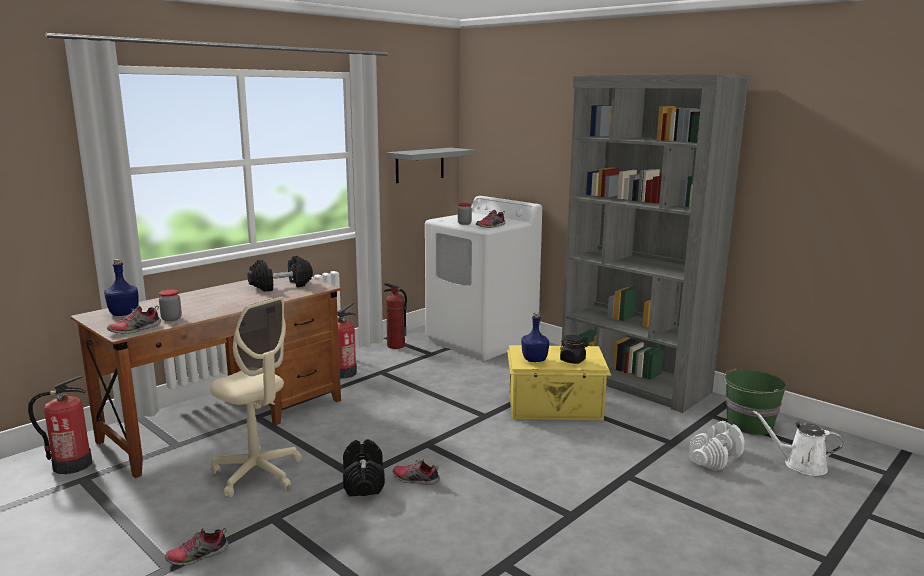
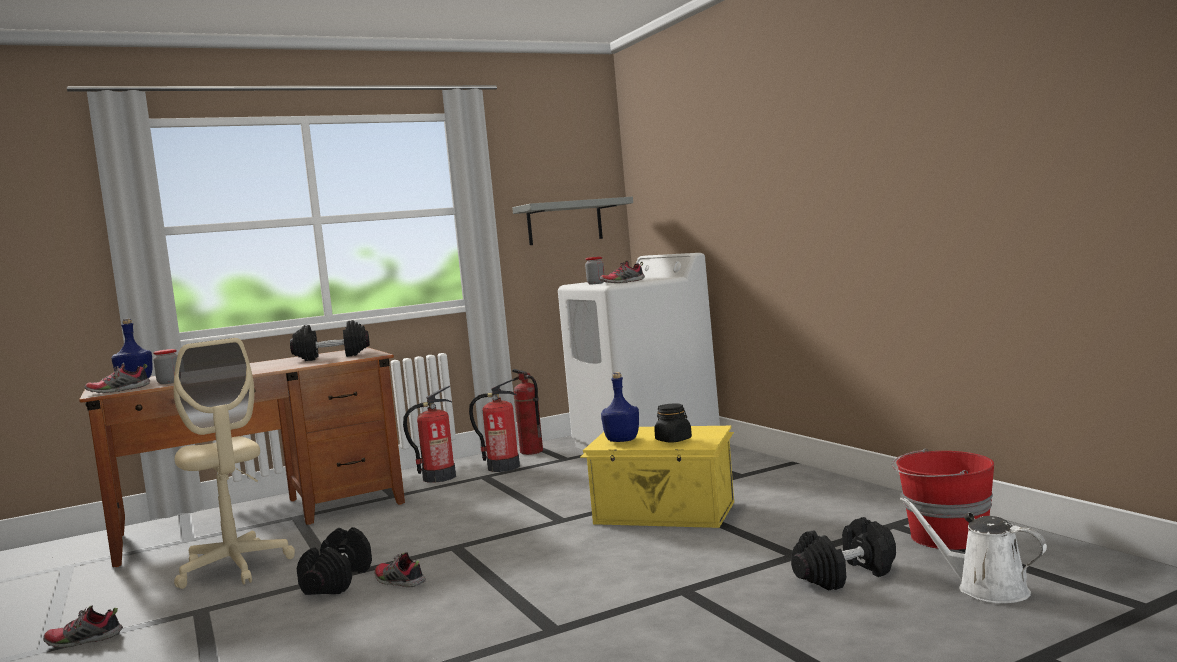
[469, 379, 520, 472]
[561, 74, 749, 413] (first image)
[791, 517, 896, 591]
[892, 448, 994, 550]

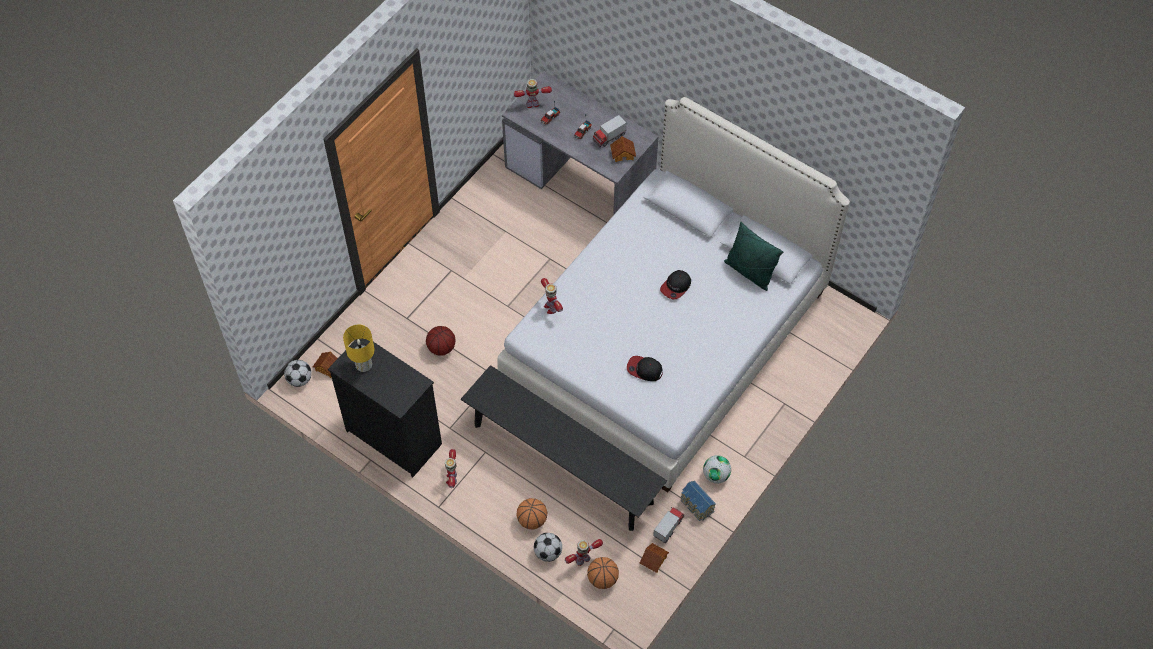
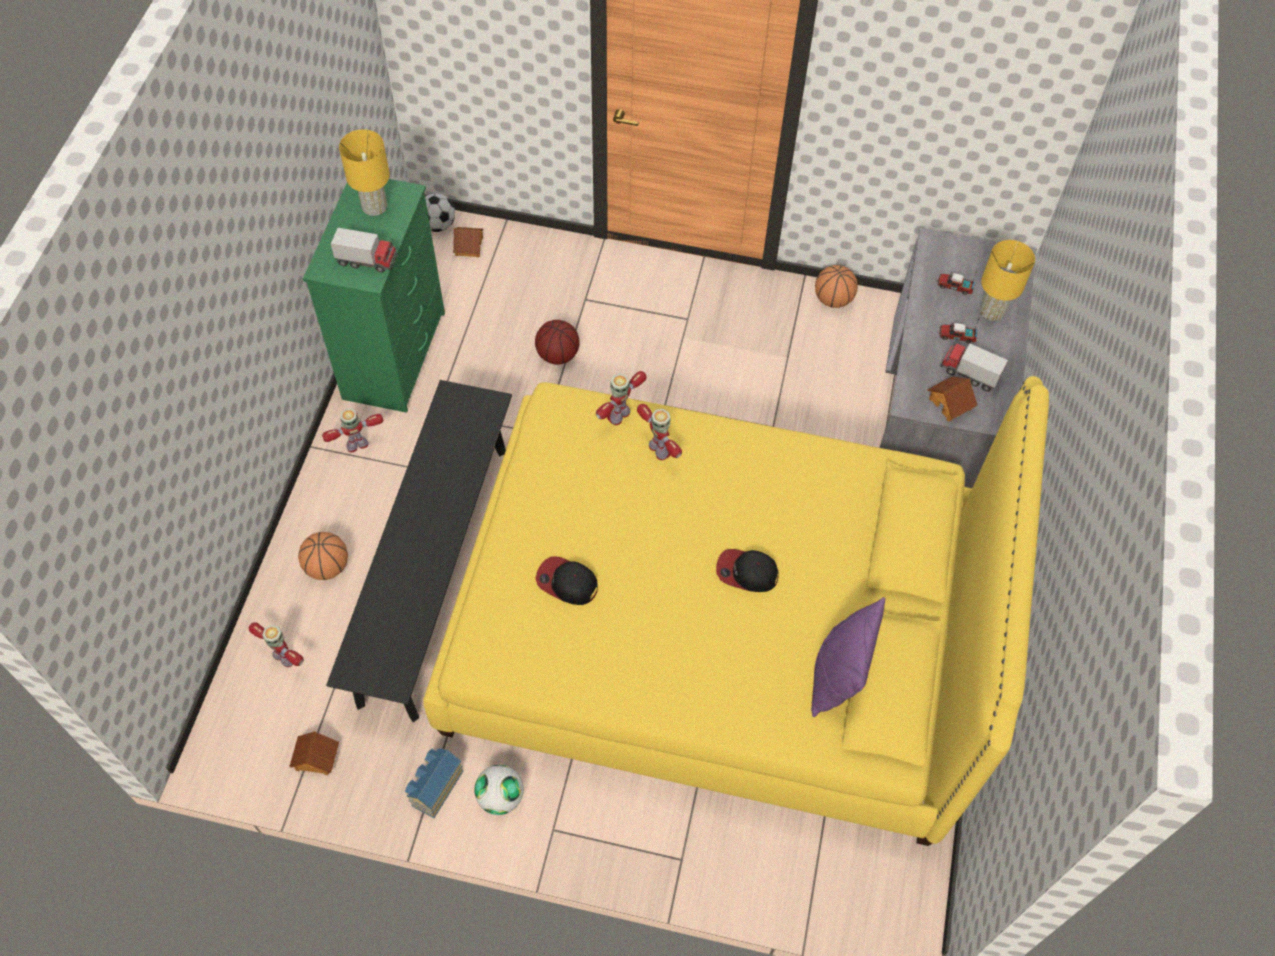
[303, 179, 445, 413]
[423, 376, 1049, 846]
[637, 404, 682, 460]
[534, 533, 562, 562] (first image)
[815, 265, 858, 308]
[535, 556, 598, 605]
[331, 228, 398, 273]
[811, 597, 885, 717]
[980, 240, 1035, 321]

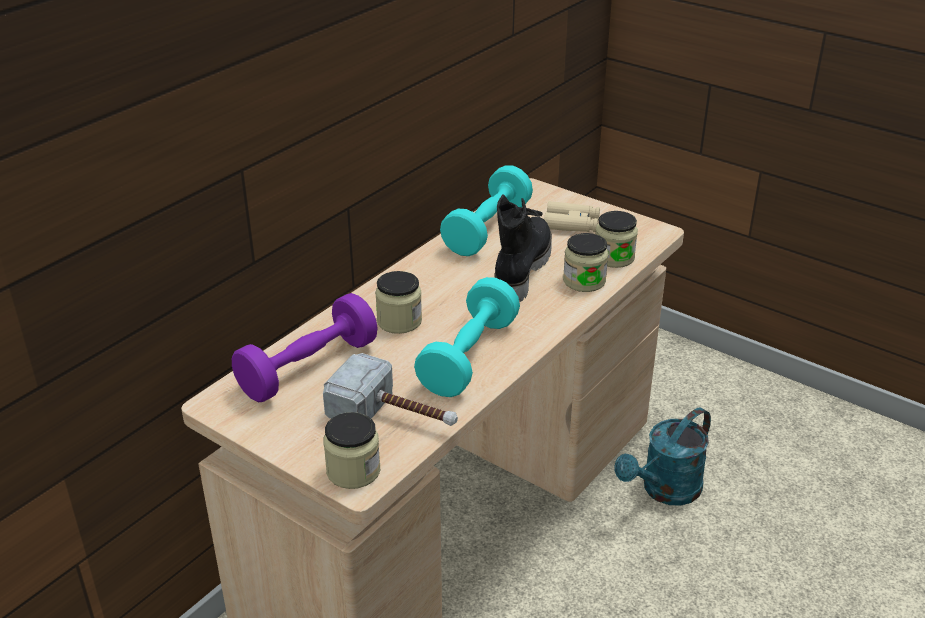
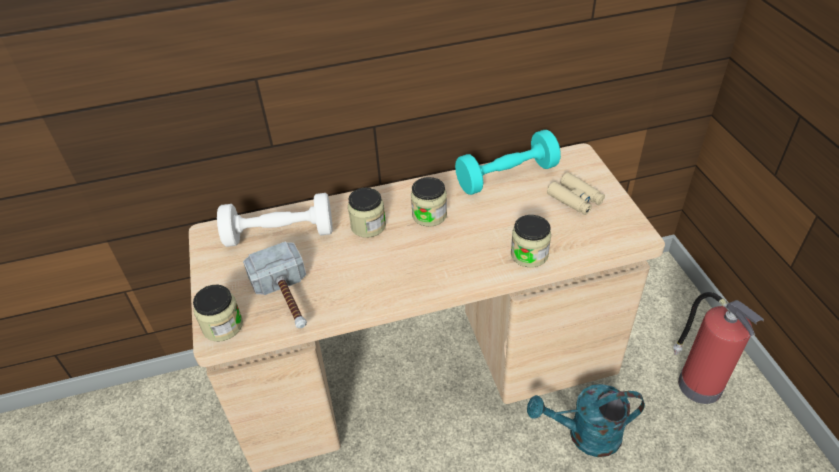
[217, 193, 333, 247]
[414, 277, 520, 397] (first image)
[494, 194, 552, 302] (first image)
[411, 177, 447, 227]
[673, 292, 764, 404]

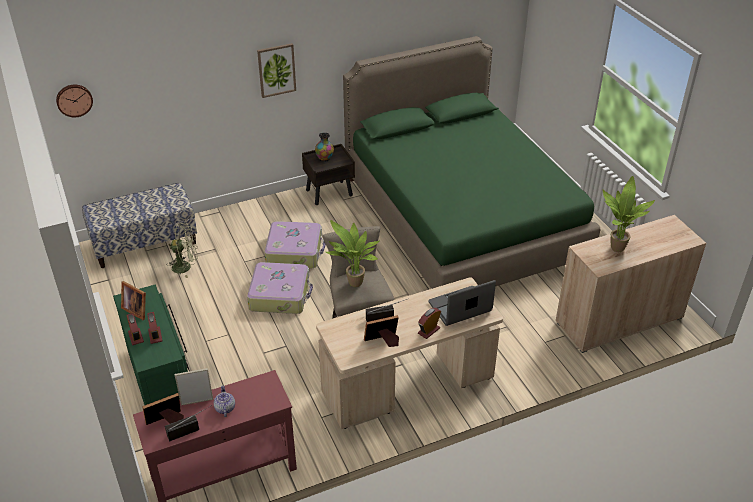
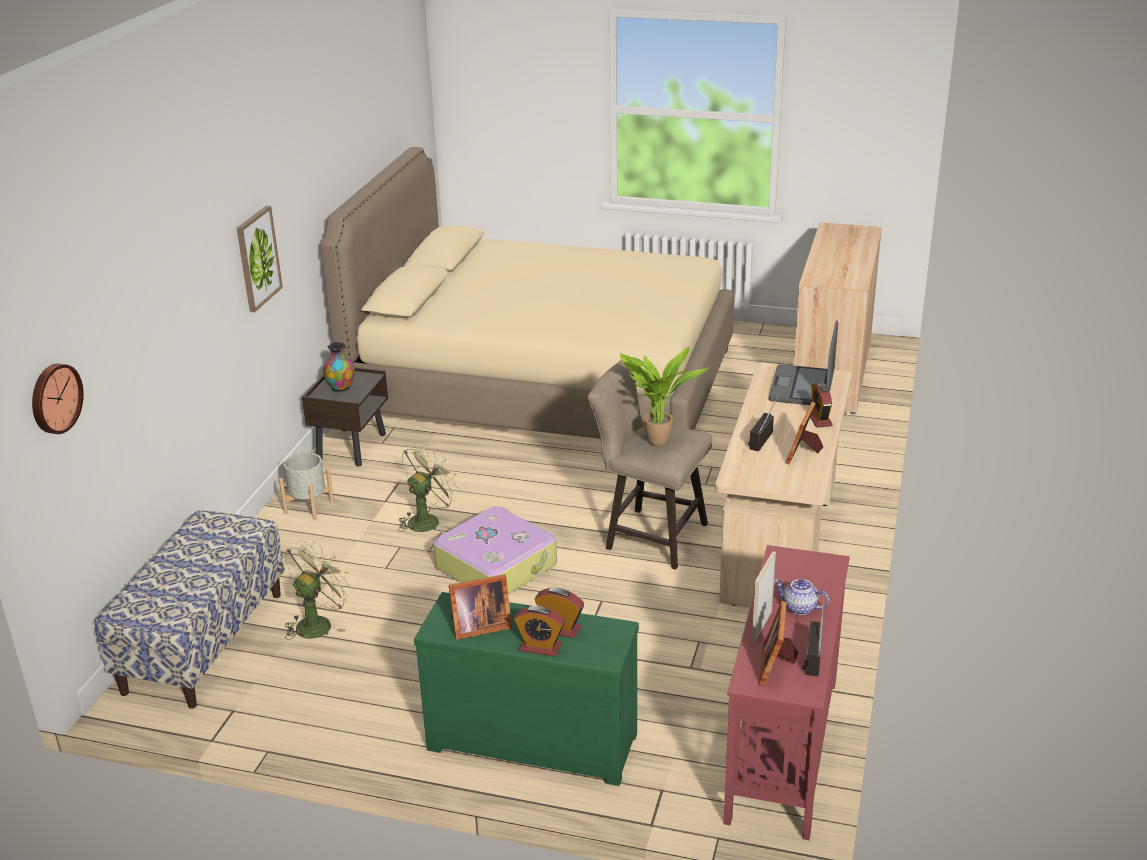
[398, 443, 460, 532]
[320, 147, 734, 439]
[602, 176, 655, 252] (first image)
[279, 452, 334, 520]

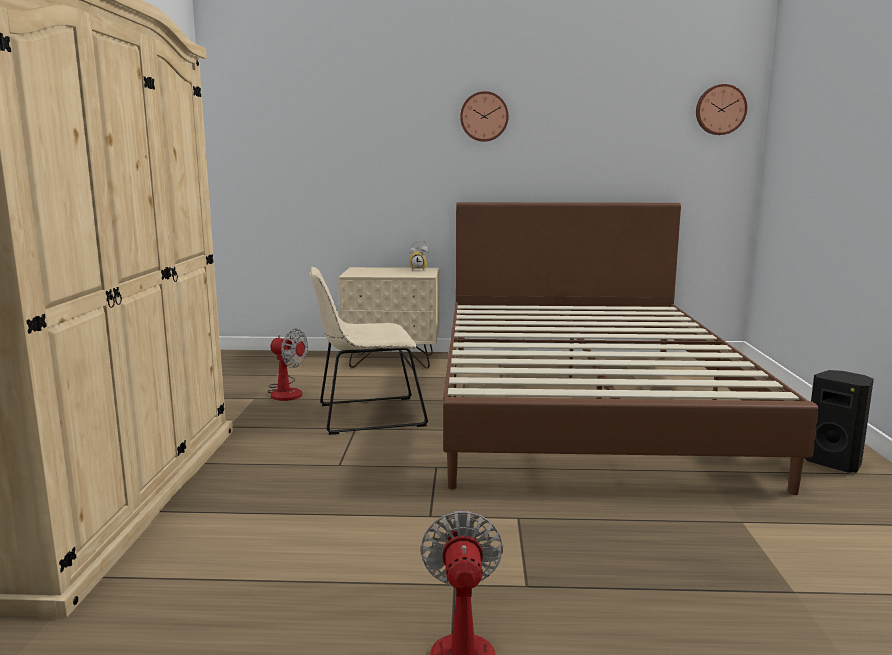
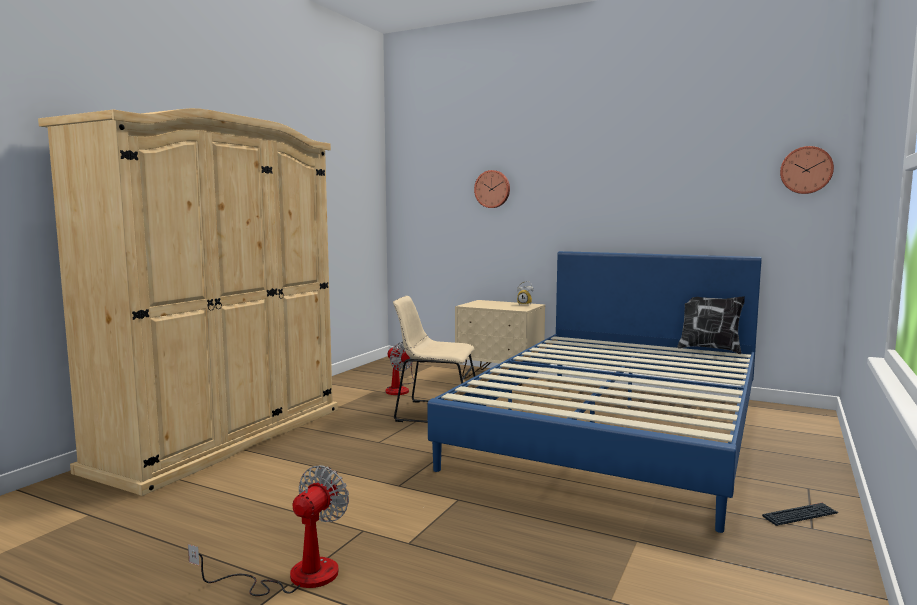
[427, 251, 762, 533]
[474, 170, 510, 208]
[762, 503, 839, 526]
[677, 296, 745, 354]

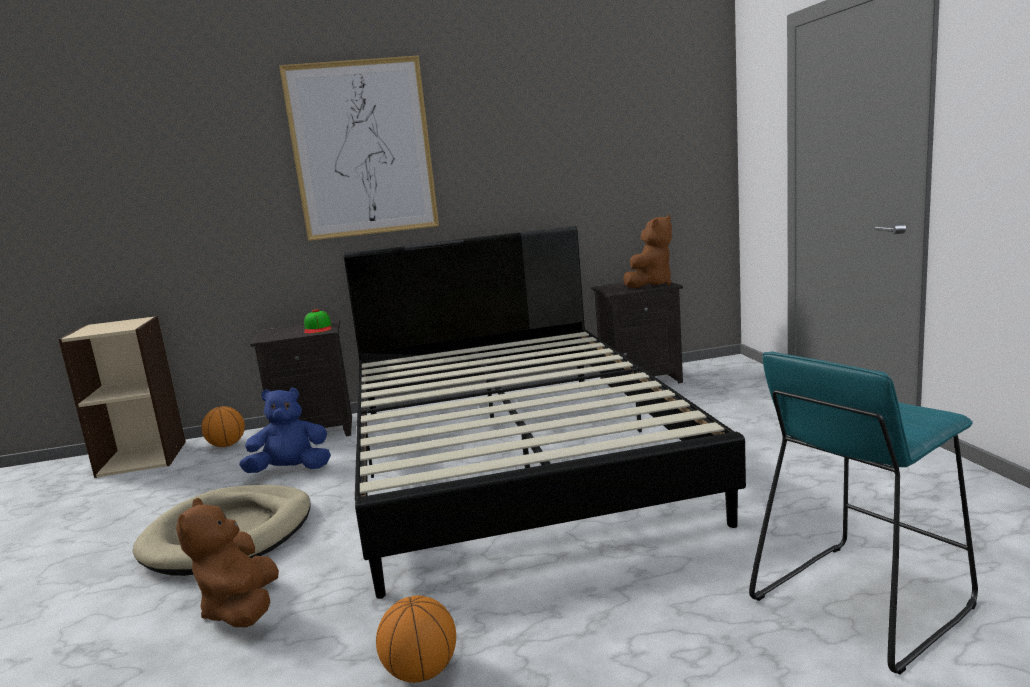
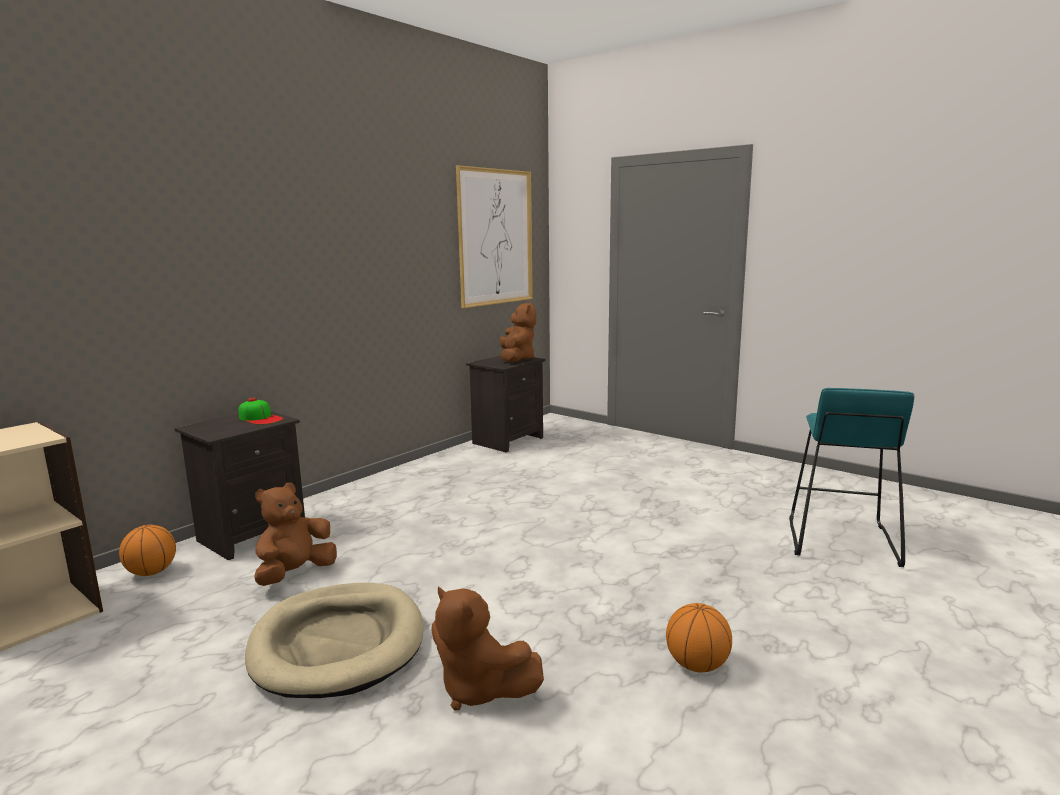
[254, 483, 337, 586]
[456, 165, 533, 308]
[343, 226, 746, 599] (first image)

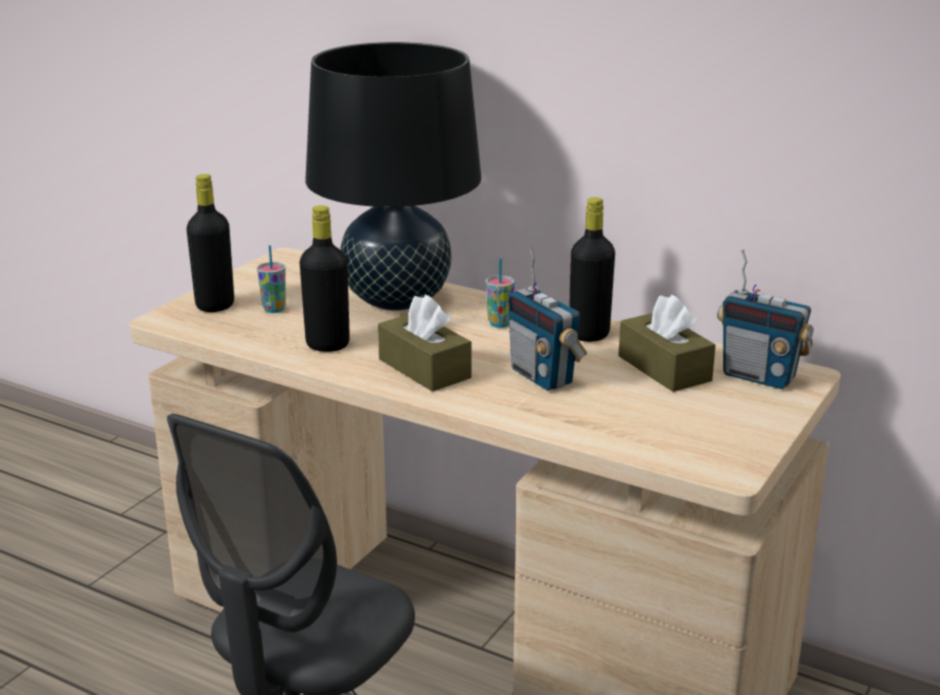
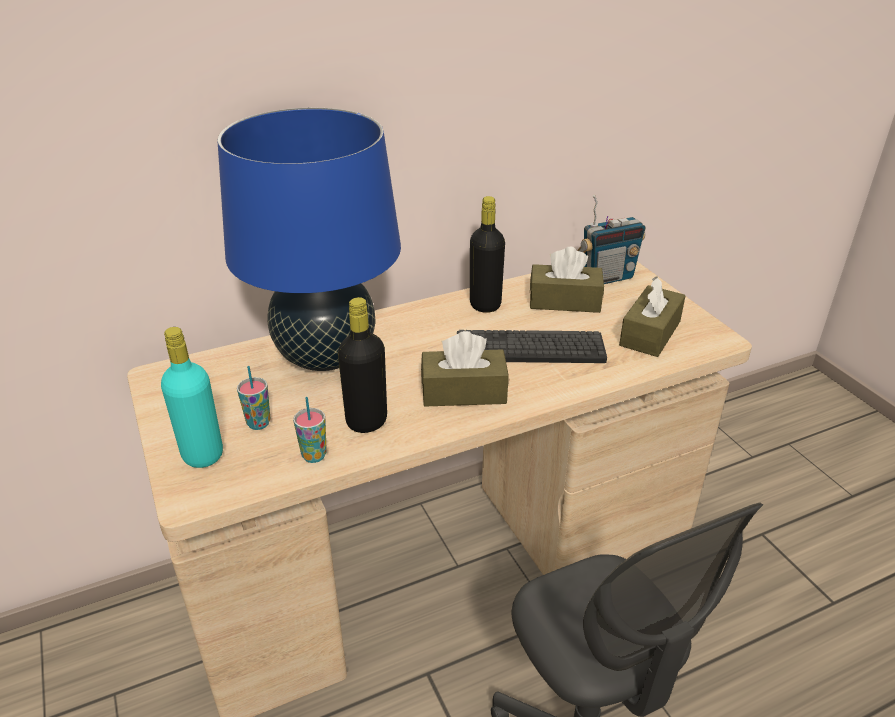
[161, 327, 223, 468]
[218, 108, 401, 371]
[293, 397, 327, 463]
[457, 330, 607, 363]
[619, 276, 686, 357]

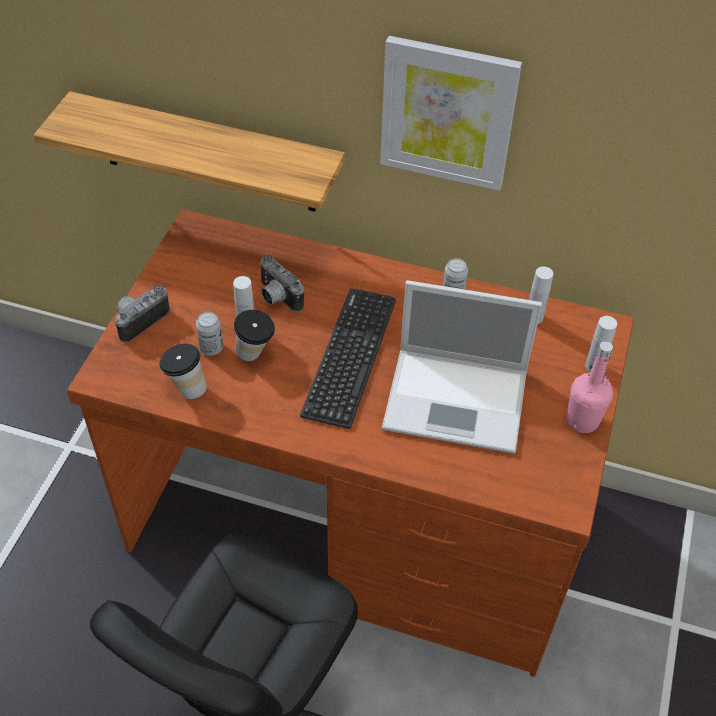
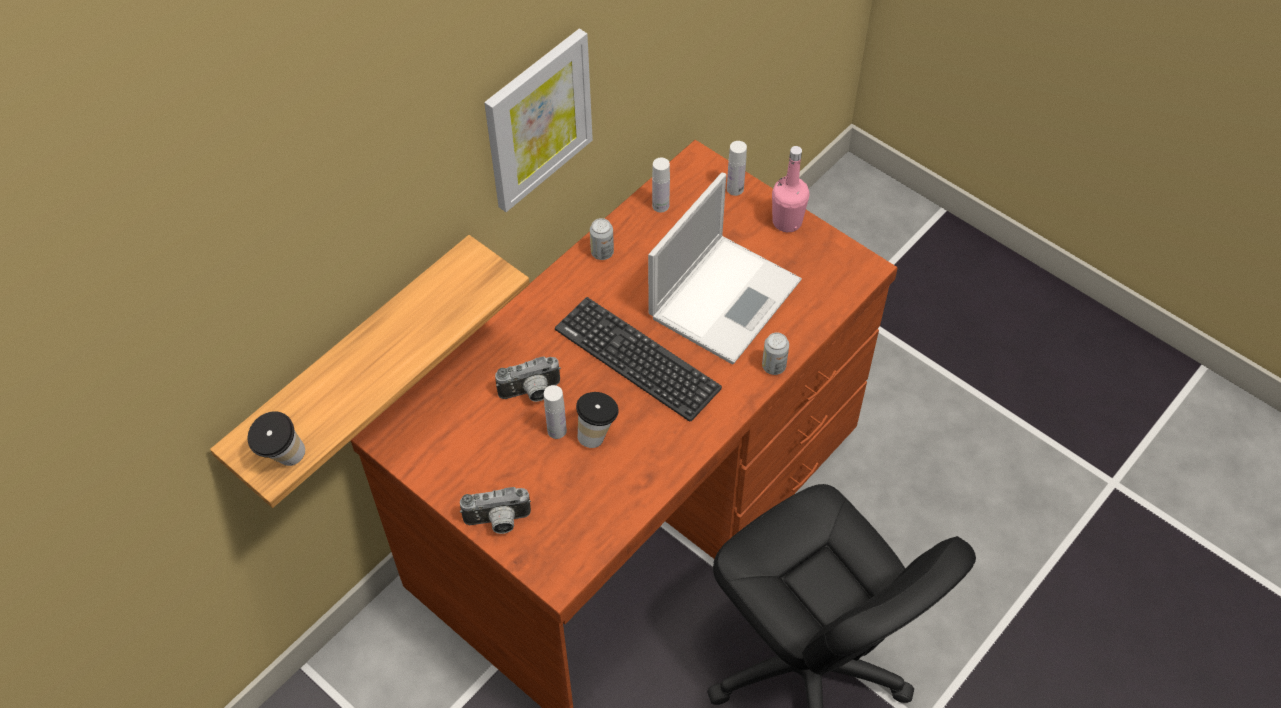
[460, 487, 531, 534]
[248, 411, 305, 466]
[762, 332, 789, 375]

